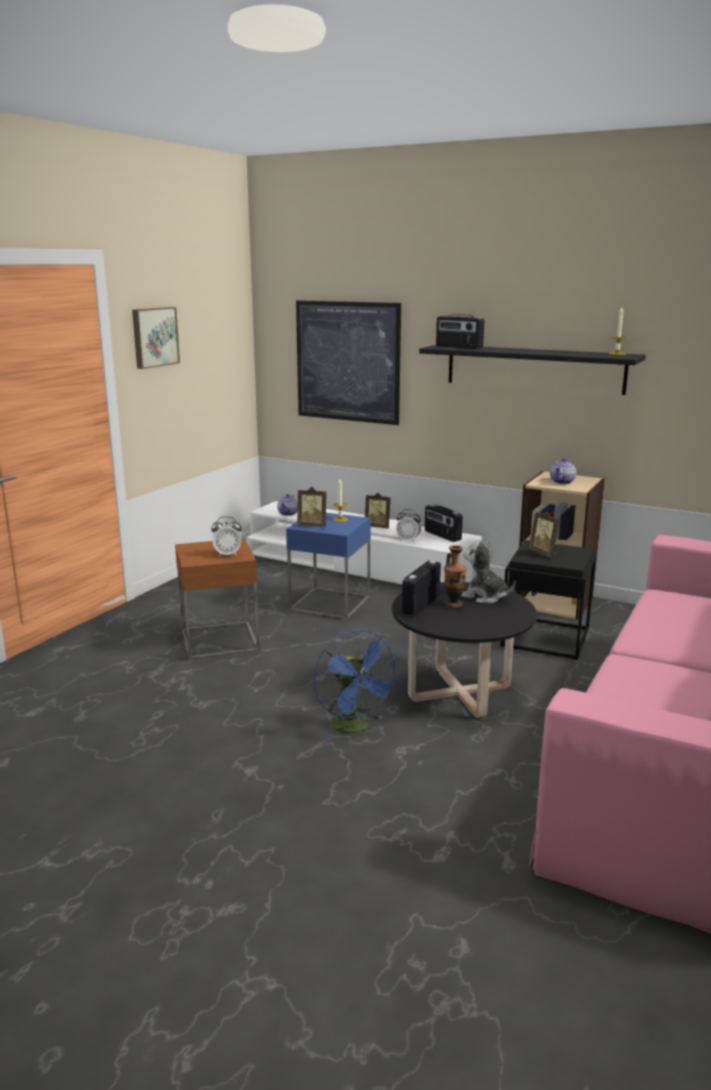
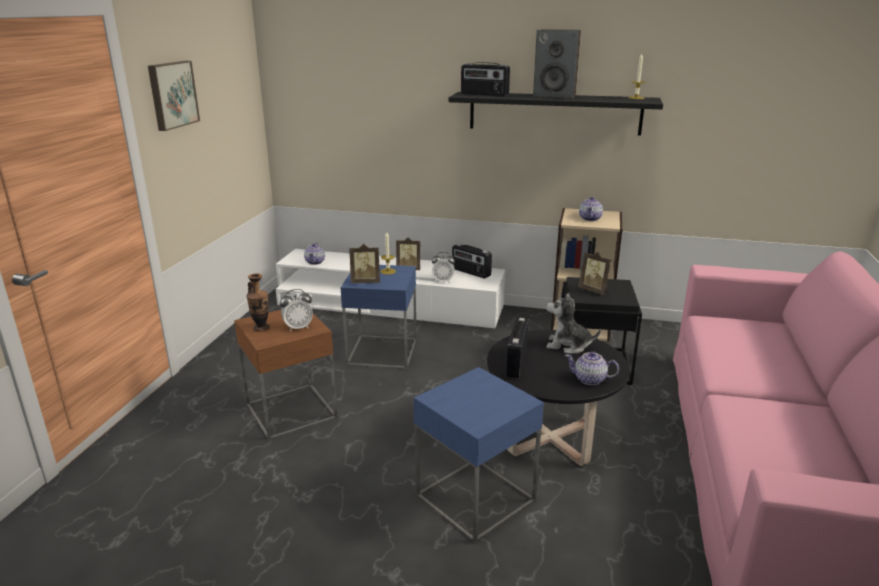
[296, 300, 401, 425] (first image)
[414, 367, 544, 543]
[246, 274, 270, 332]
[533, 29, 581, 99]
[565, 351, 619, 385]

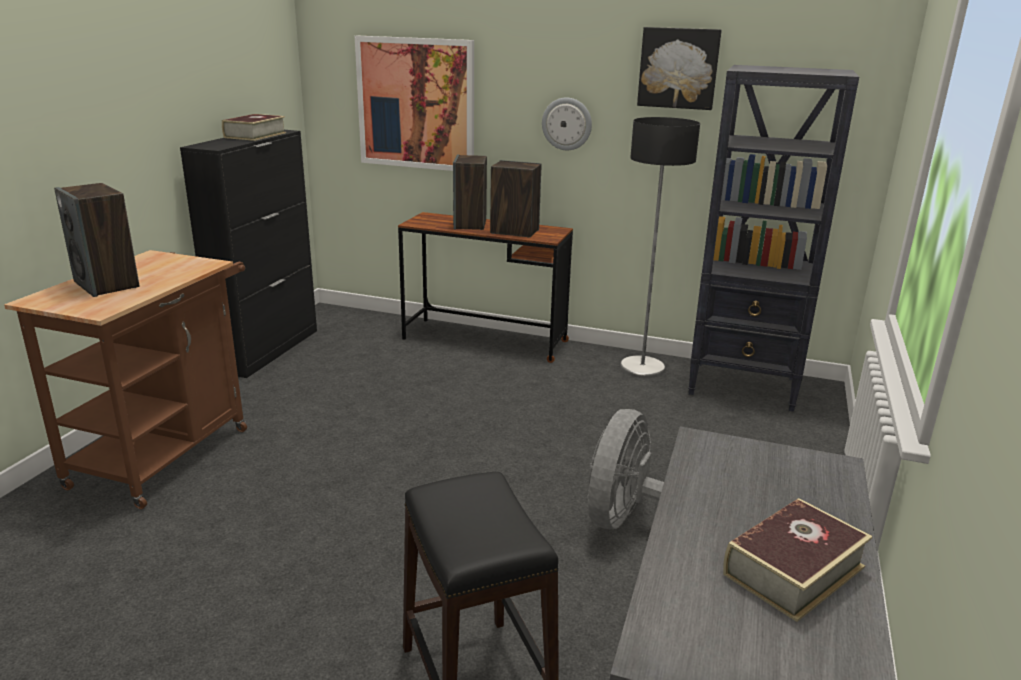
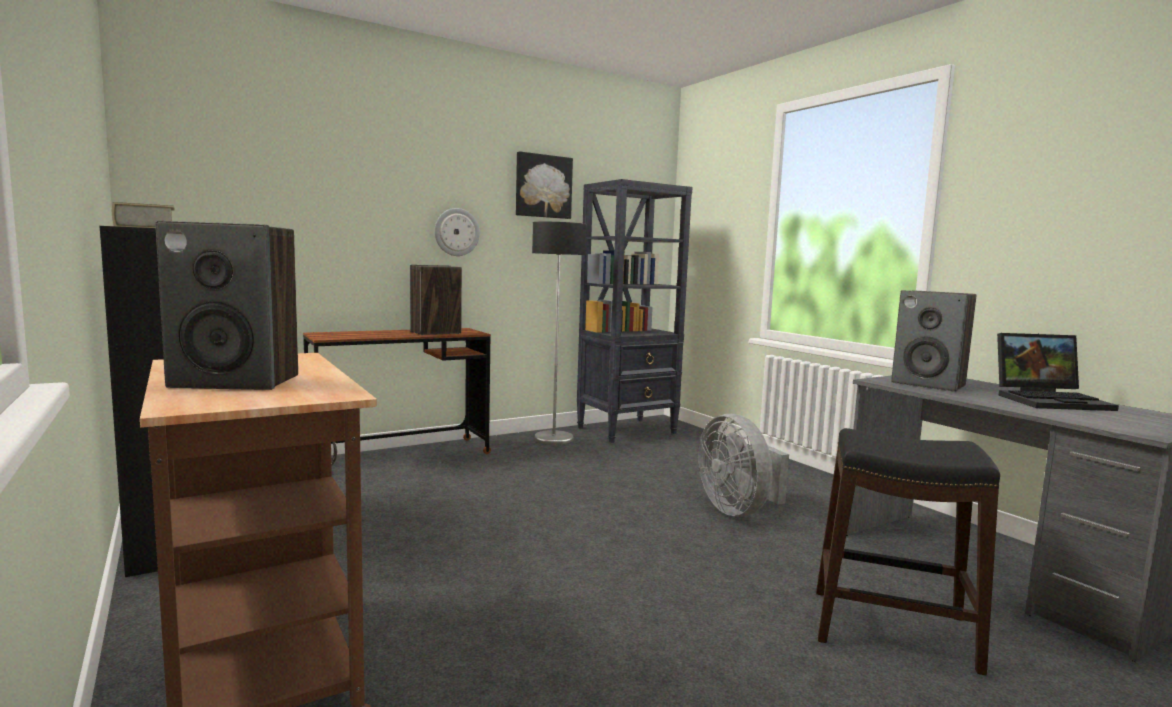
[355, 36, 474, 171] (first image)
[891, 290, 976, 392]
[997, 333, 1119, 411]

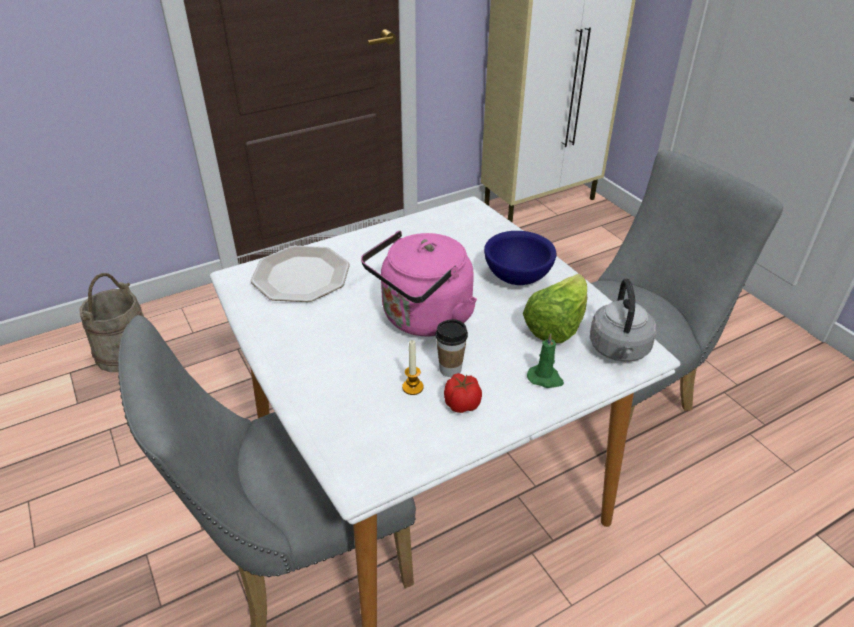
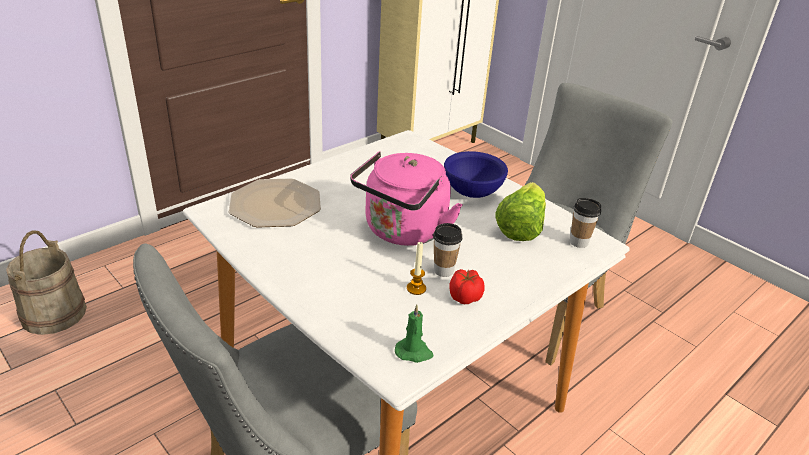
[395, 304, 434, 363]
[570, 198, 601, 248]

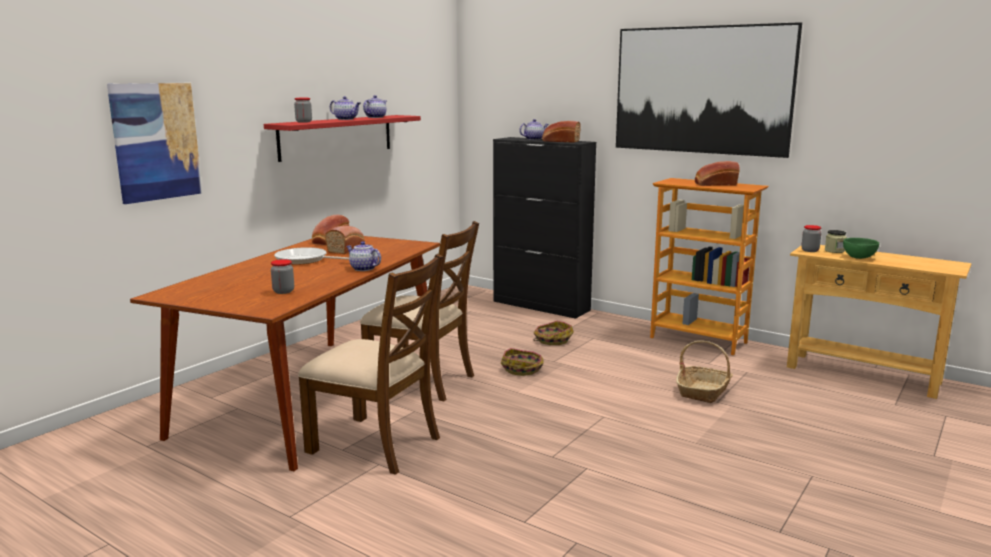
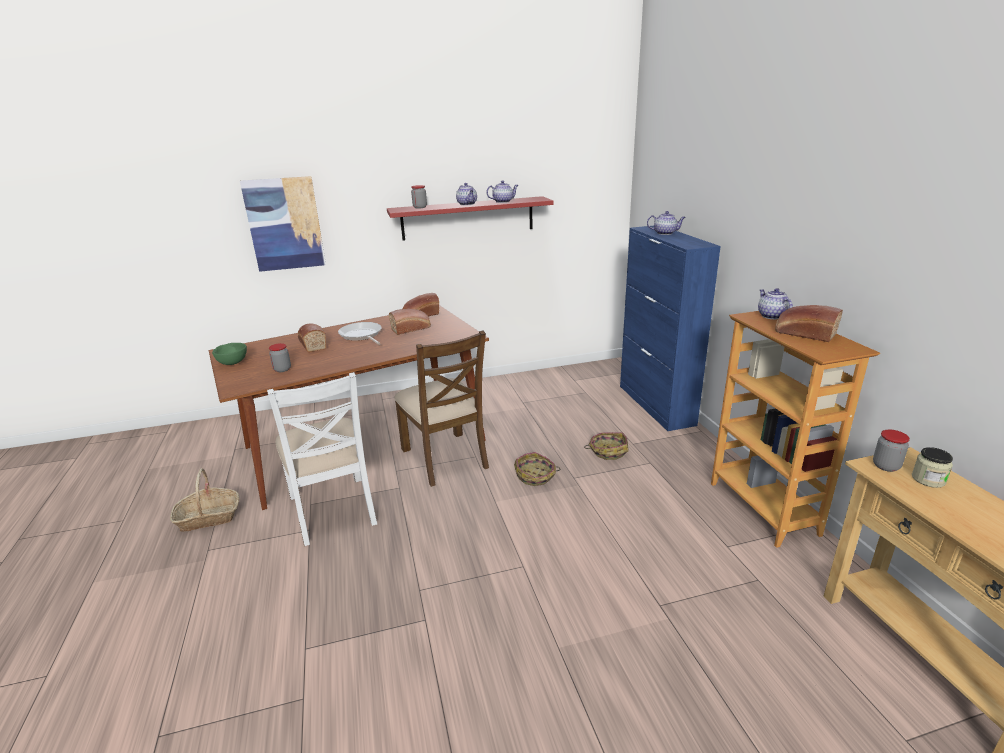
[267, 372, 377, 546]
[758, 288, 793, 319]
[620, 226, 721, 431]
[298, 323, 326, 352]
[616, 22, 802, 158] (first image)
[170, 468, 239, 532]
[212, 343, 247, 365]

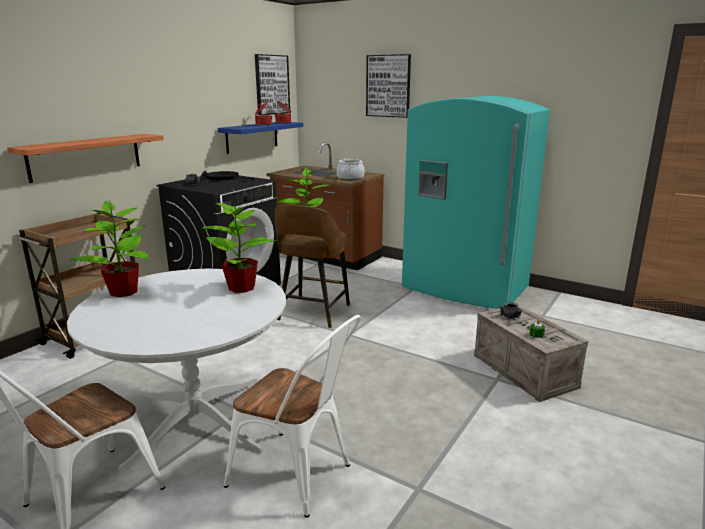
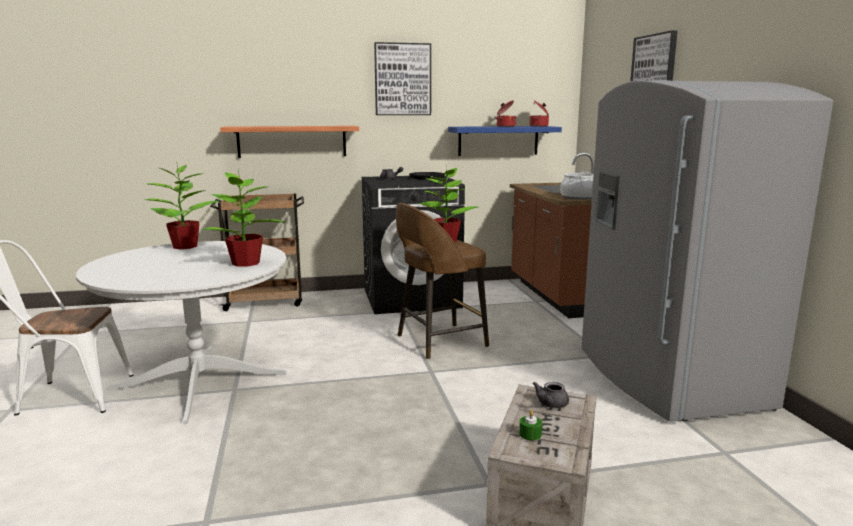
[223, 315, 361, 518] (first image)
[374, 42, 431, 115]
[582, 80, 833, 422]

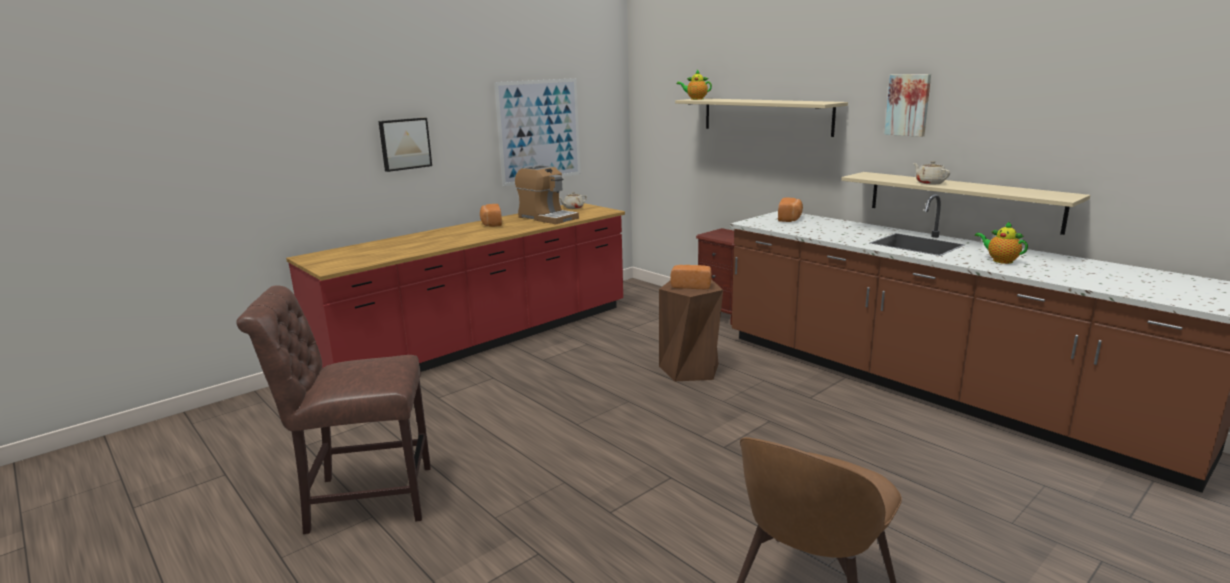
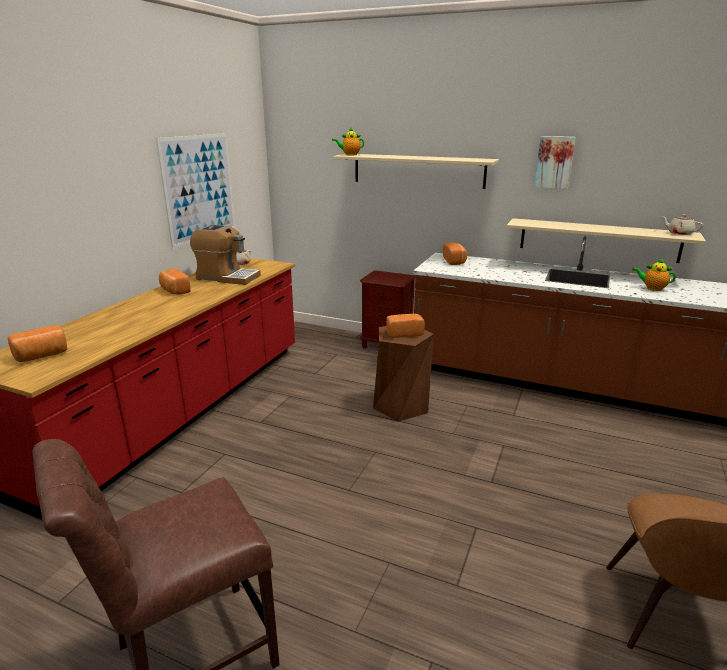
[378, 118, 432, 172] (first image)
[662, 215, 703, 235]
[8, 325, 67, 362]

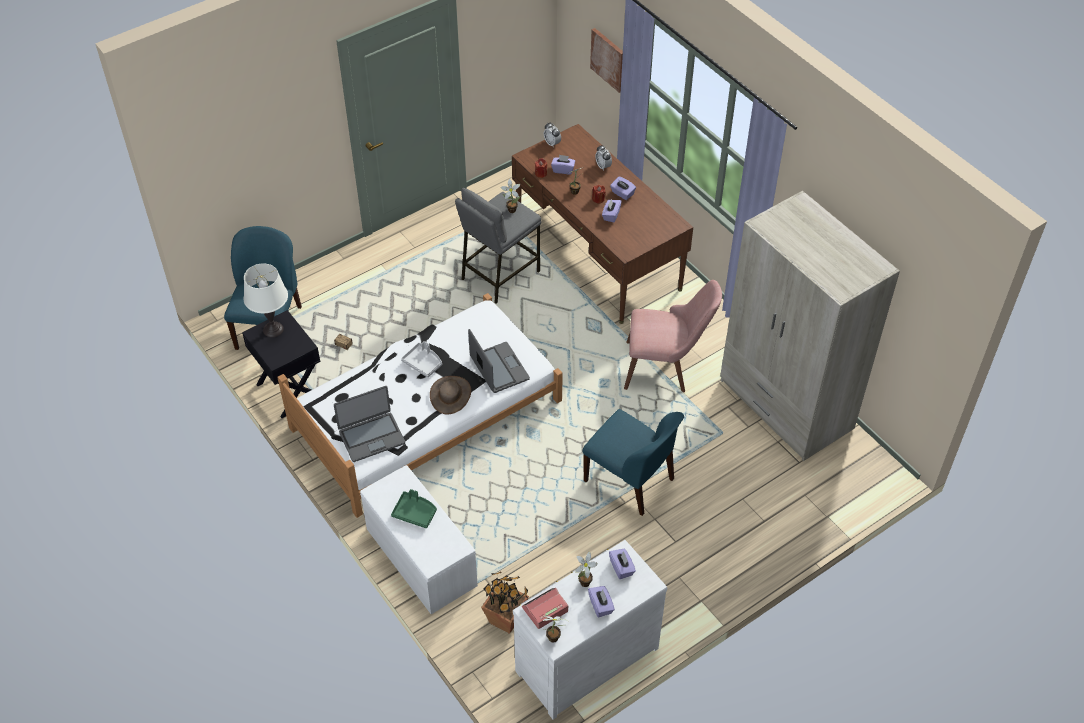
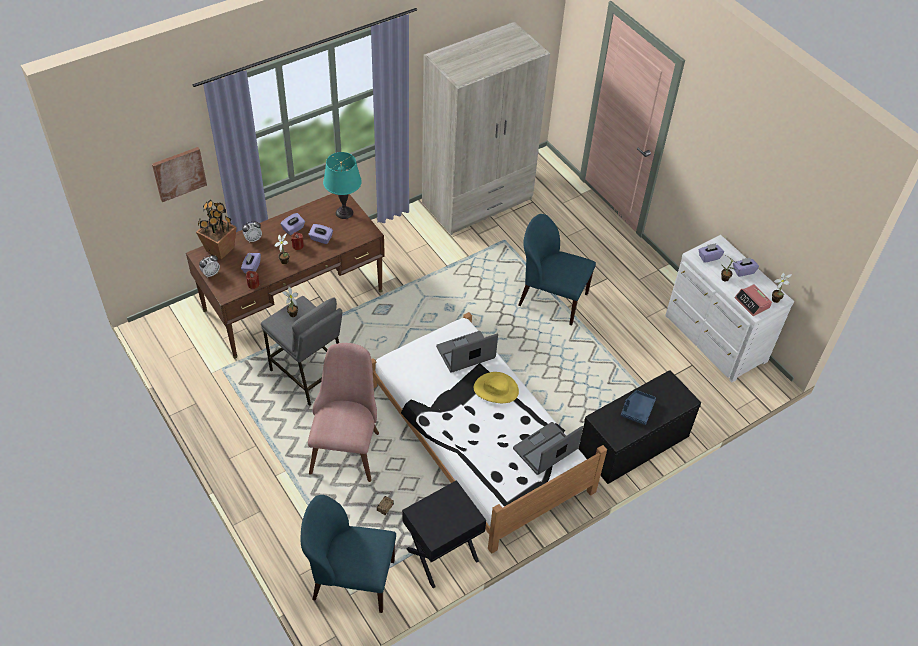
[244, 264, 288, 337] (first image)
[513, 422, 583, 475]
[579, 370, 701, 484]
[621, 390, 656, 425]
[401, 341, 442, 378] (first image)
[474, 372, 519, 403]
[196, 199, 237, 259]
[518, 214, 596, 326]
[308, 343, 379, 482]
[323, 152, 362, 219]

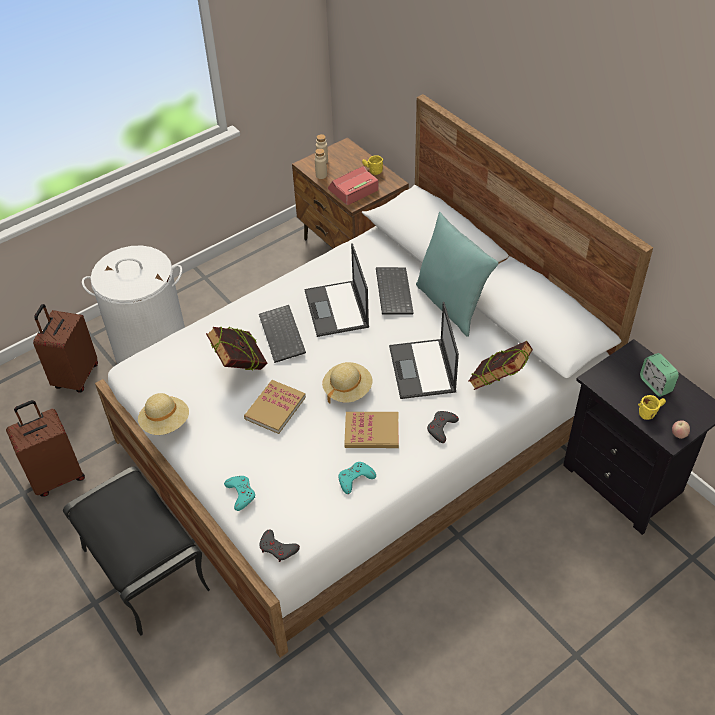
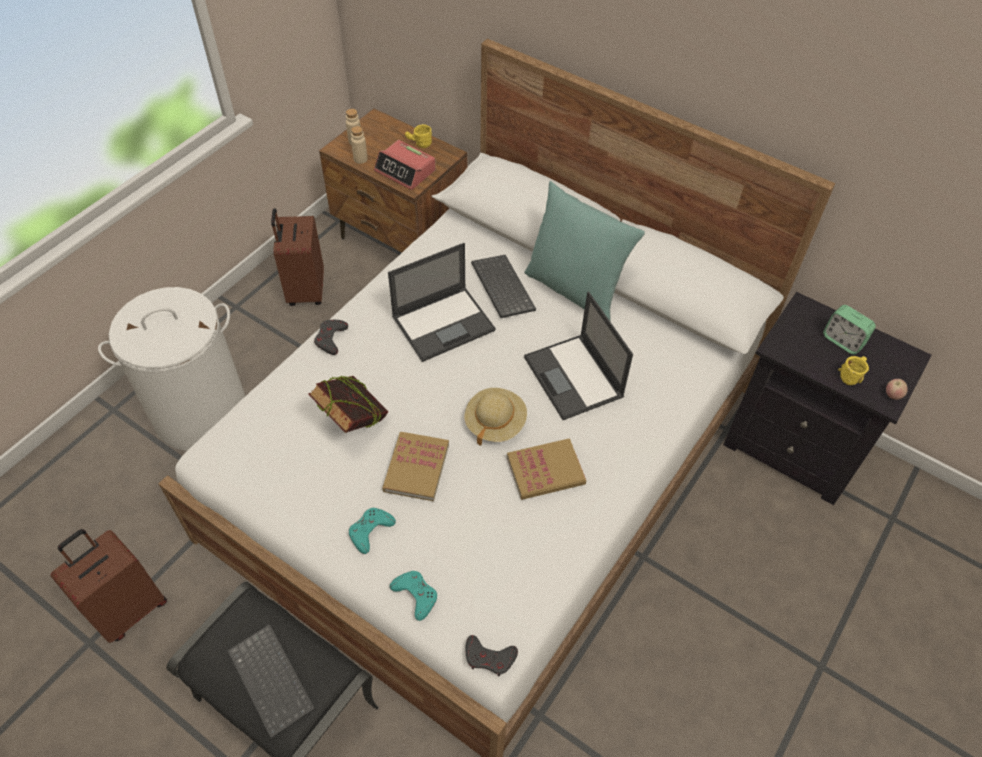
[271, 208, 324, 306]
[138, 393, 189, 435] (first image)
[228, 624, 315, 739]
[388, 243, 496, 362]
[374, 140, 436, 190]
[349, 508, 396, 554]
[314, 320, 348, 355]
[468, 341, 533, 390] (first image)

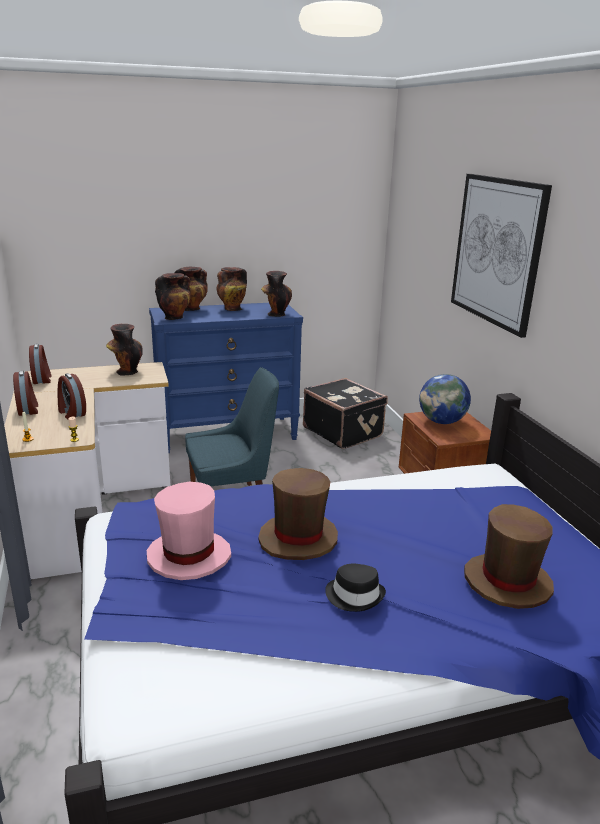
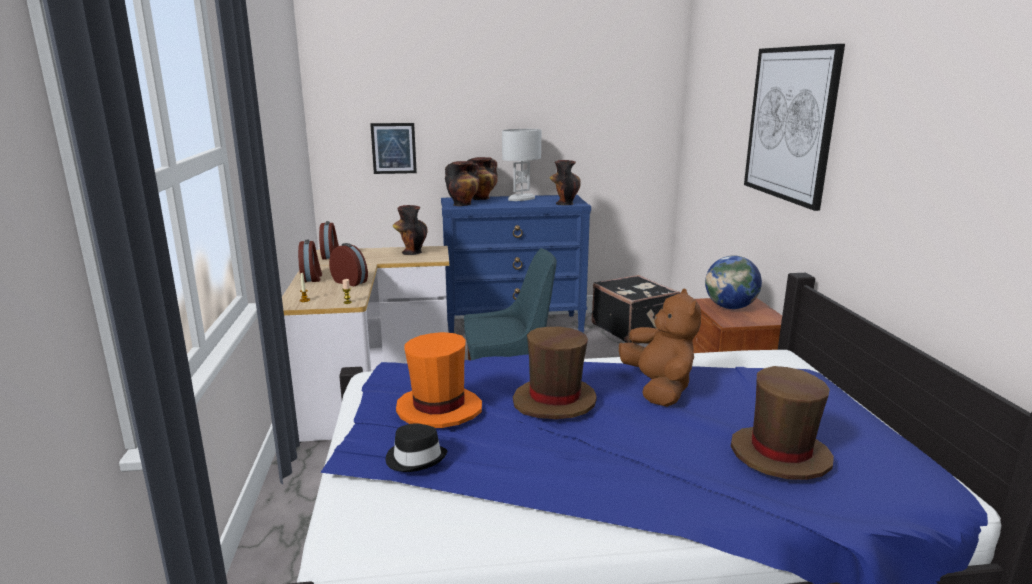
[329, 243, 368, 286]
[396, 332, 482, 428]
[502, 129, 541, 201]
[386, 423, 447, 472]
[370, 123, 417, 174]
[619, 288, 701, 407]

